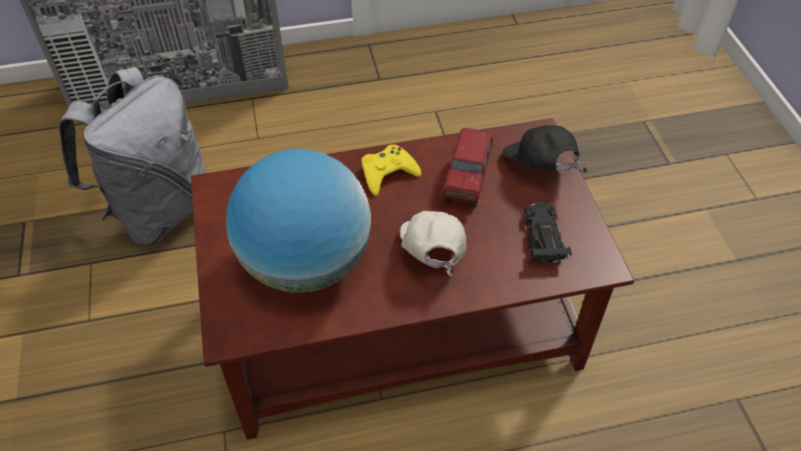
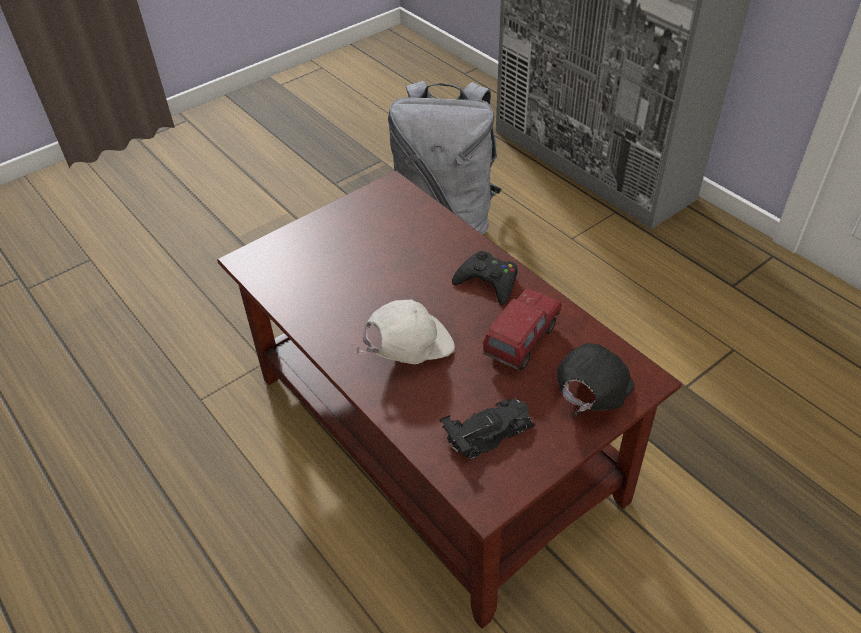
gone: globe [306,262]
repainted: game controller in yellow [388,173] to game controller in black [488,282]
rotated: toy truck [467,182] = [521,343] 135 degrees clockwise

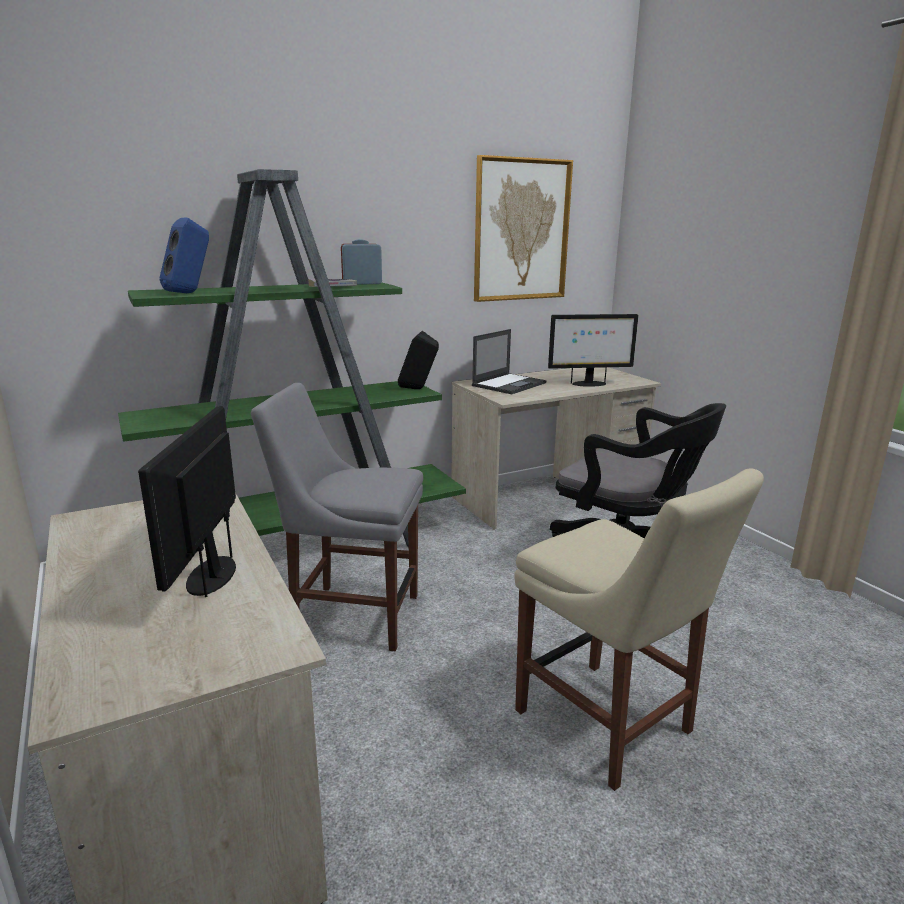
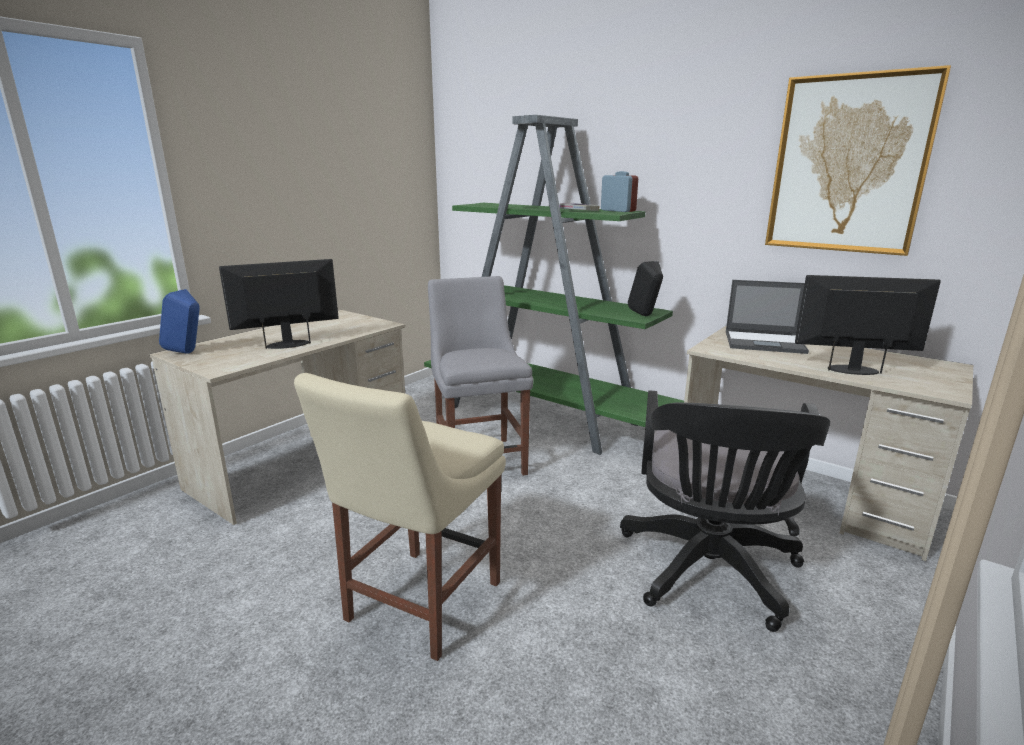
shifted: speaker in blue [190,293] to [188,353]
rotated: monitor [588,384] = [853,370] 135 degrees clockwise

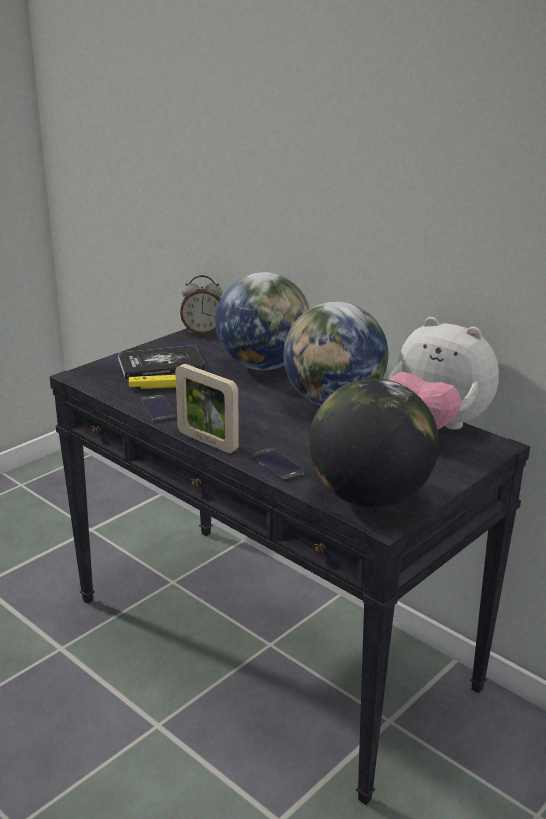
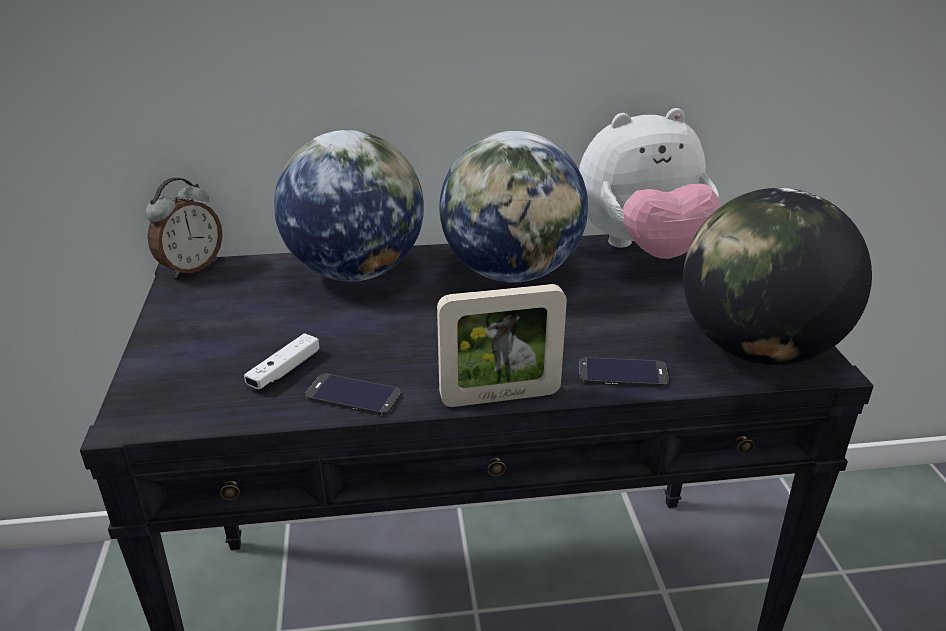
gone: book [161,364]
repainted: game controller in yellow [154,387] to game controller in white [284,370]

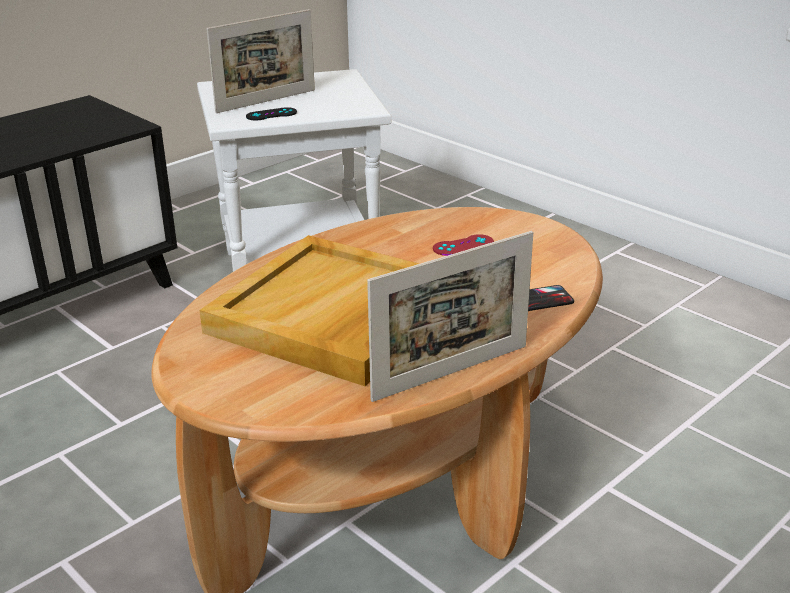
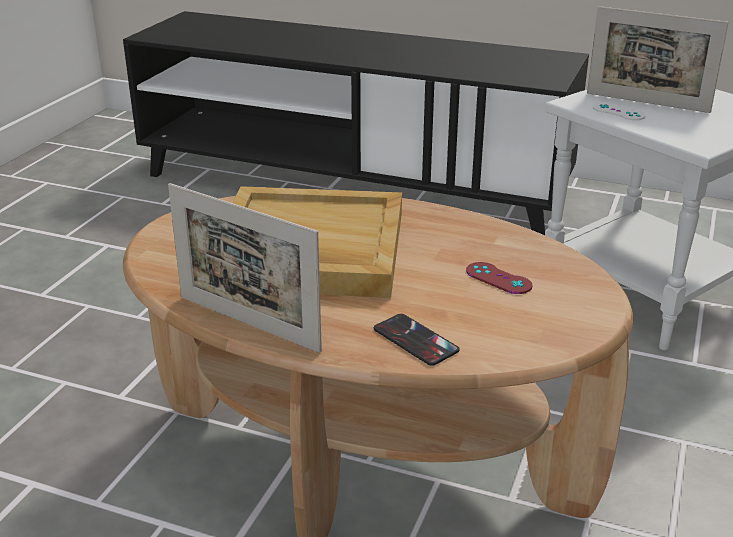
repainted: game controller in black [271,114] to game controller in white [618,112]

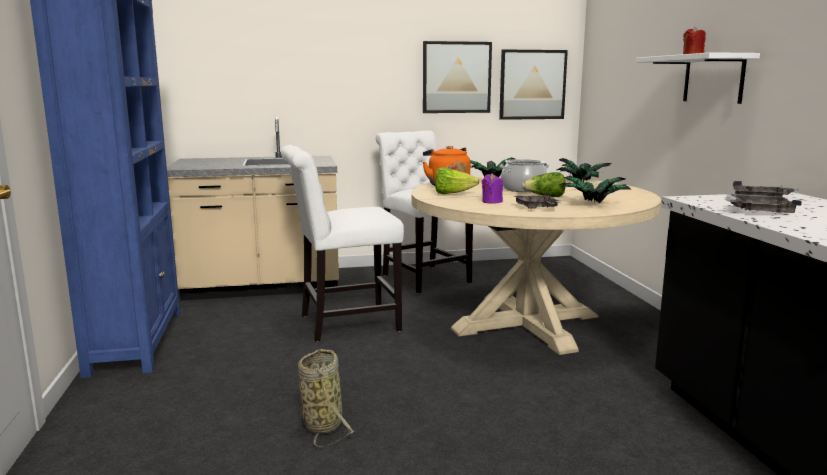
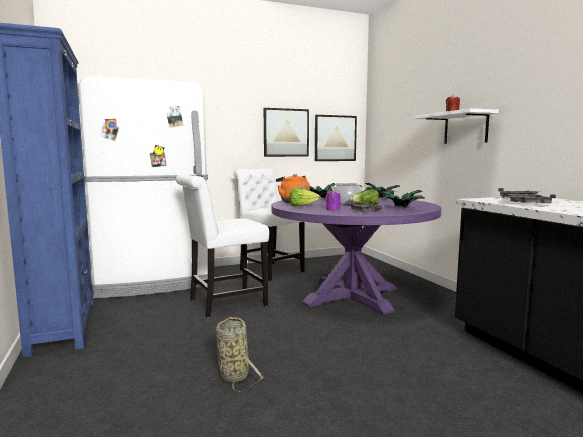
swapped: counter in beige [261,287] to fridge in white [152,282]
repainted: dining table in beige [526,323] to dining table in purple [352,296]

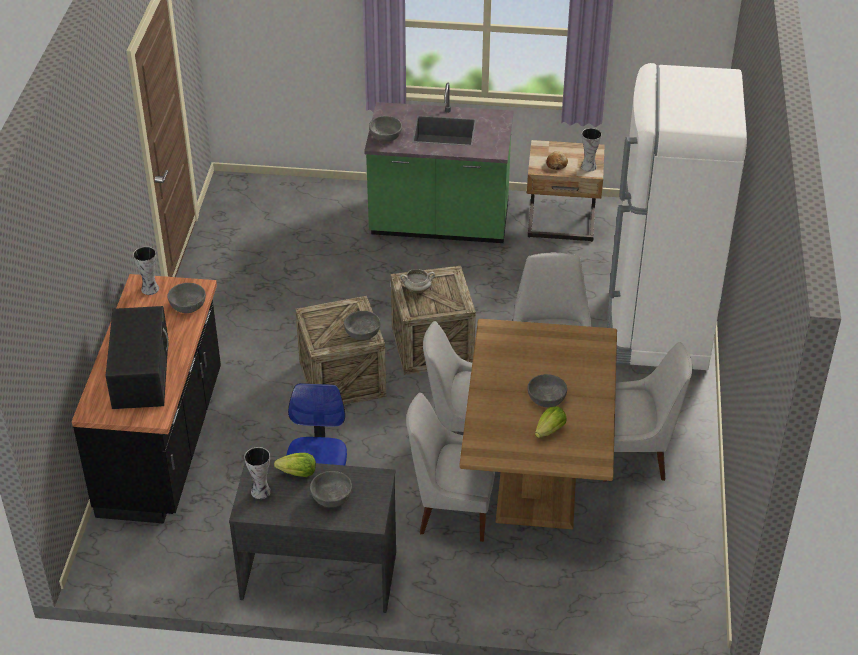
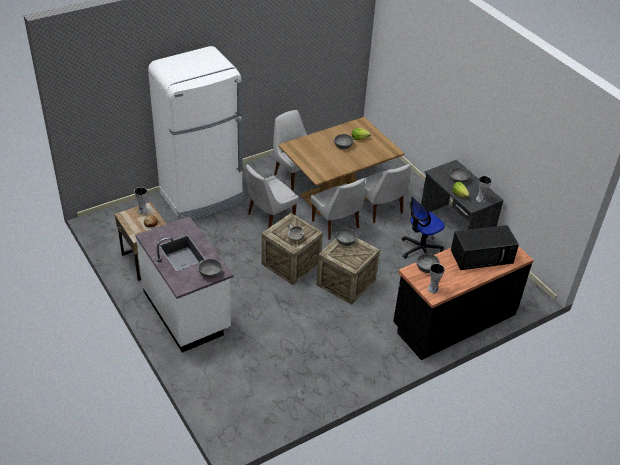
repainted: counter in green [439,223] to counter in white [187,311]
rotated: microwave in black [140,371] = [482,256] 150 degrees counterclockwise

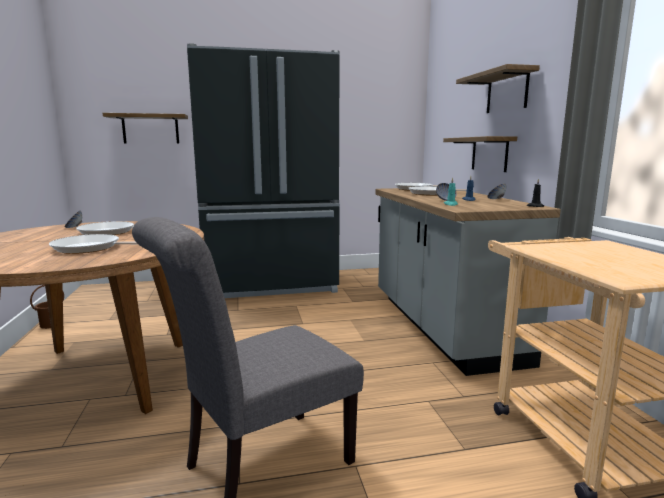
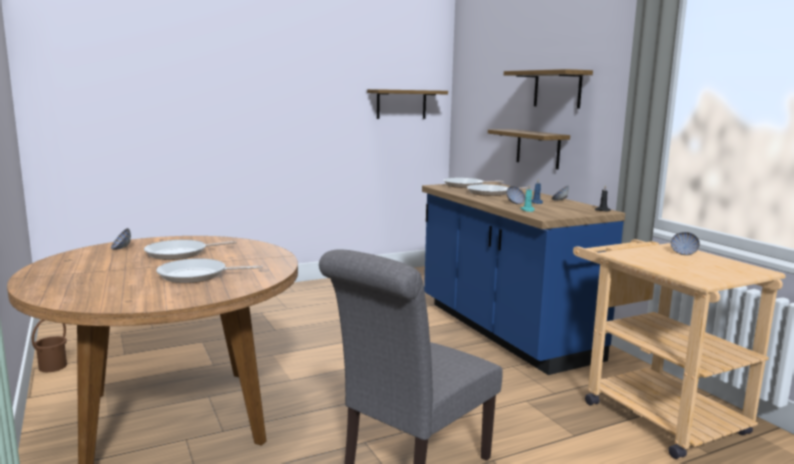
gone: fridge in black [271,285]
new: bowl [683,253]
shifted: shelf [150,129] to [401,104]
repainted: counter in grey [441,327] to counter in blue [504,331]

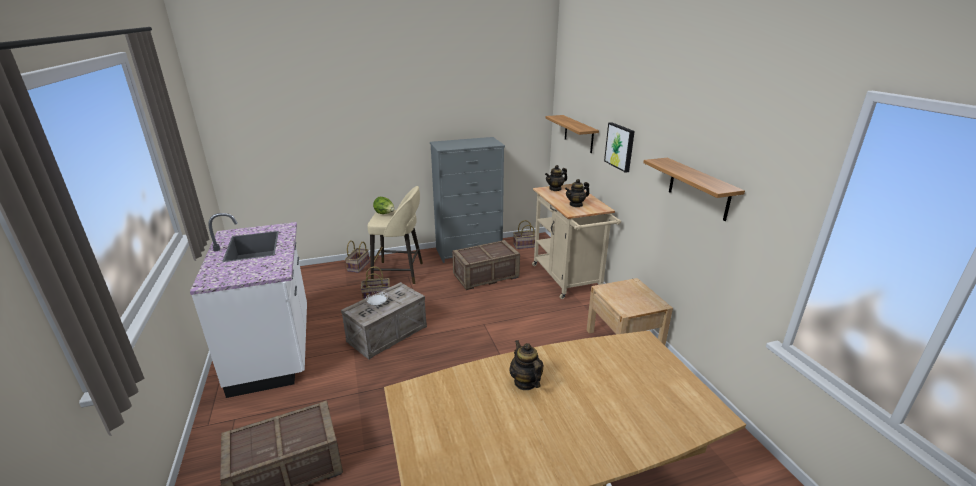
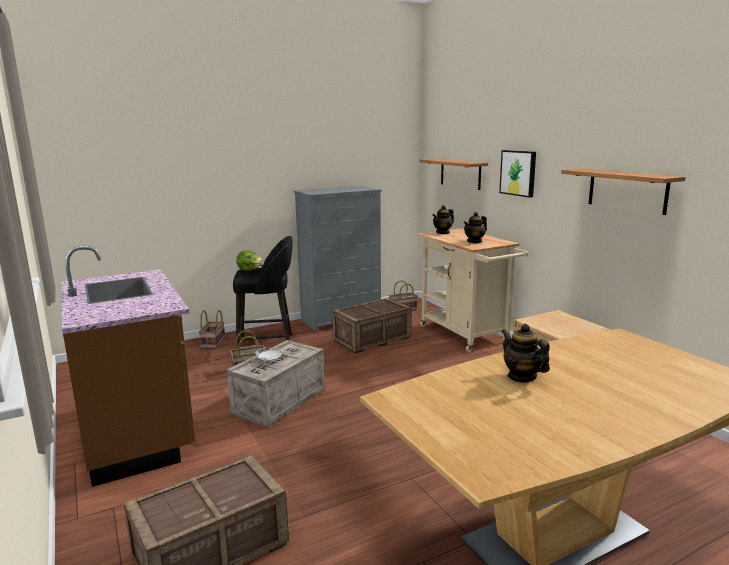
repainted: counter in white [274,350] to counter in brown [138,431]; stool in beige [399,273] to stool in black [267,344]

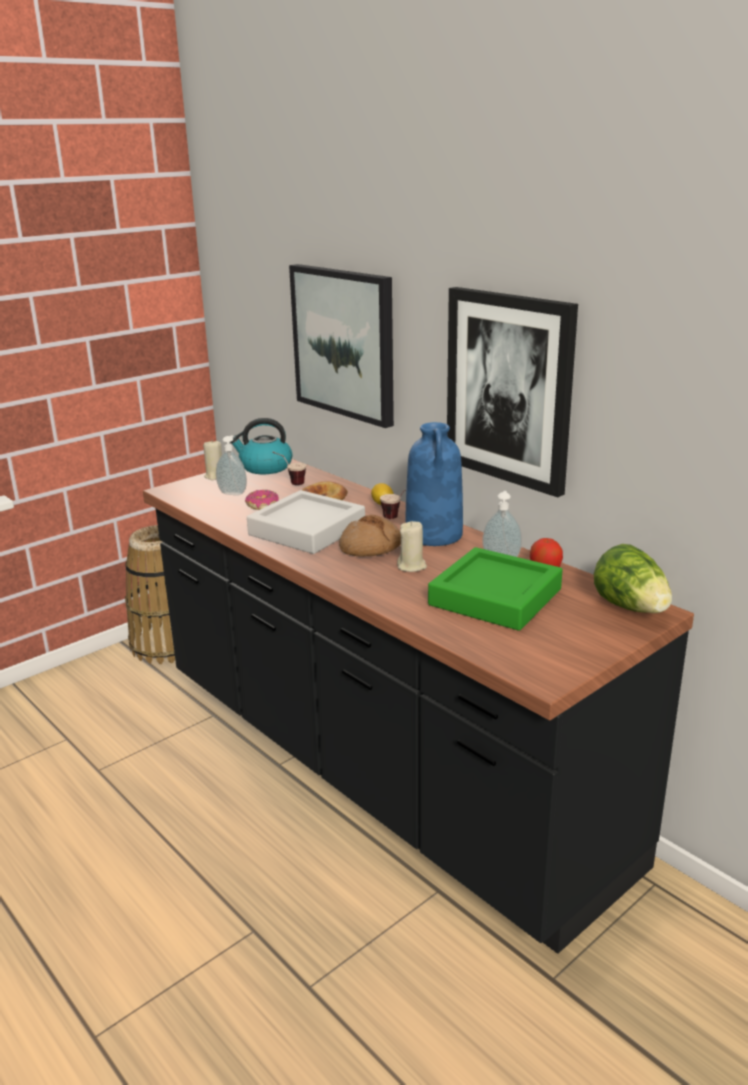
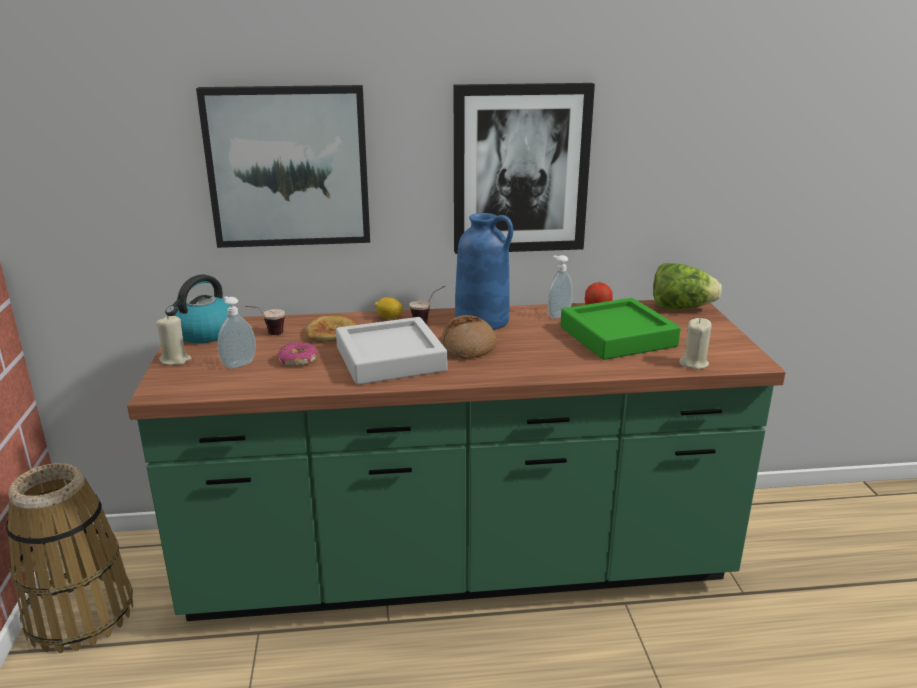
shifted: candle in beige [412,566] to [693,363]
repainted: counter in black [379,768] to counter in green [458,565]

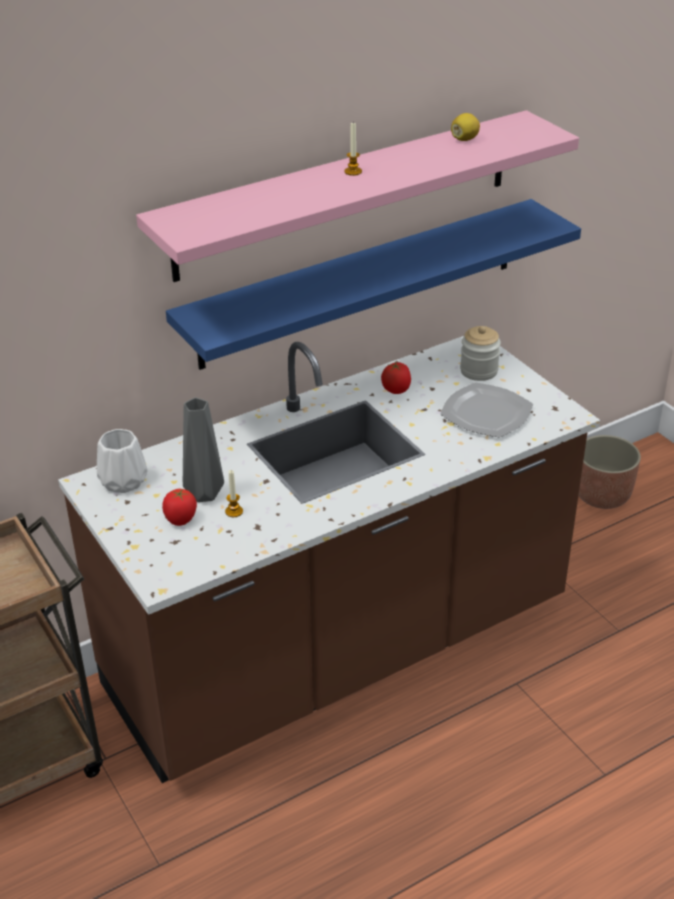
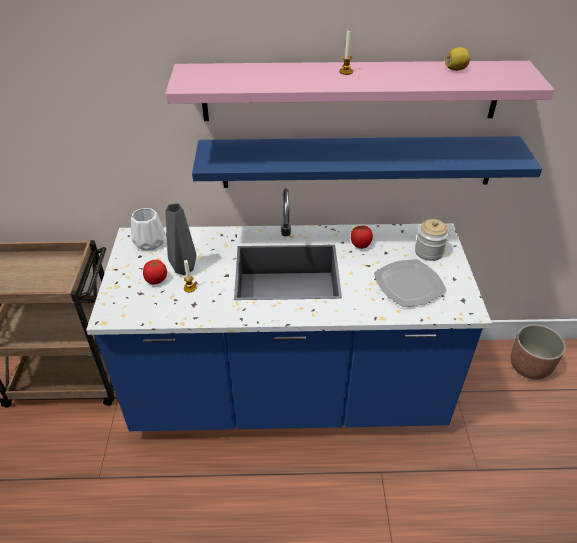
repainted: counter in brown [339,649] to counter in blue [288,394]

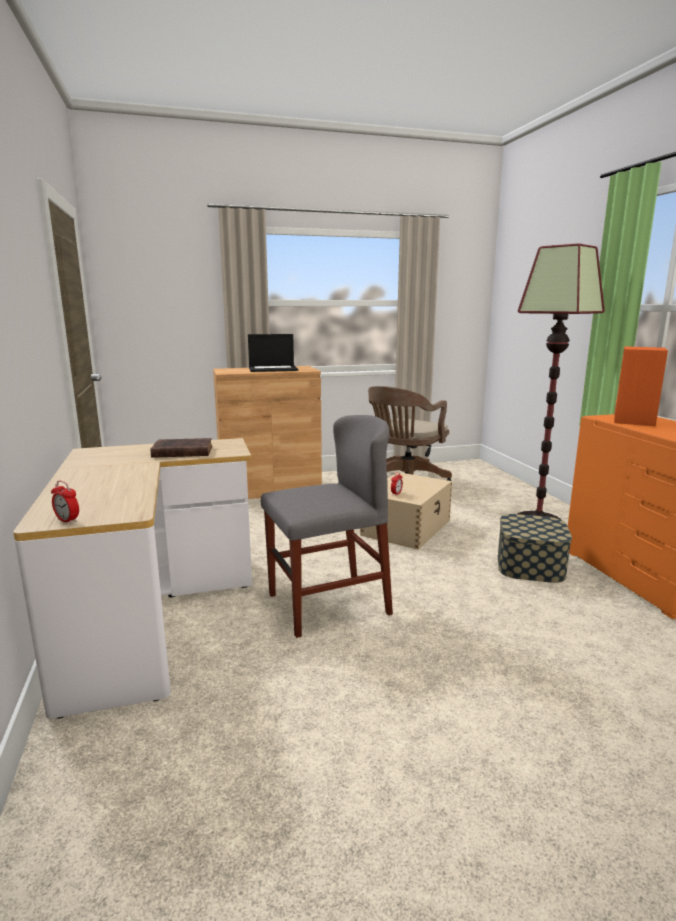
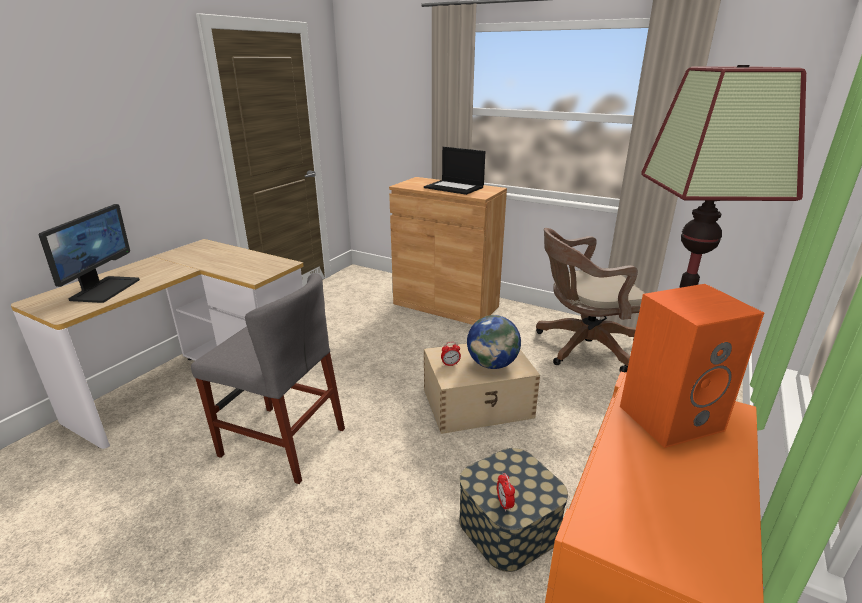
gone: book in brown [181,452]
new: monitor [105,289]; globe [492,364]
shifted: alarm clock [67,521] to [504,504]

